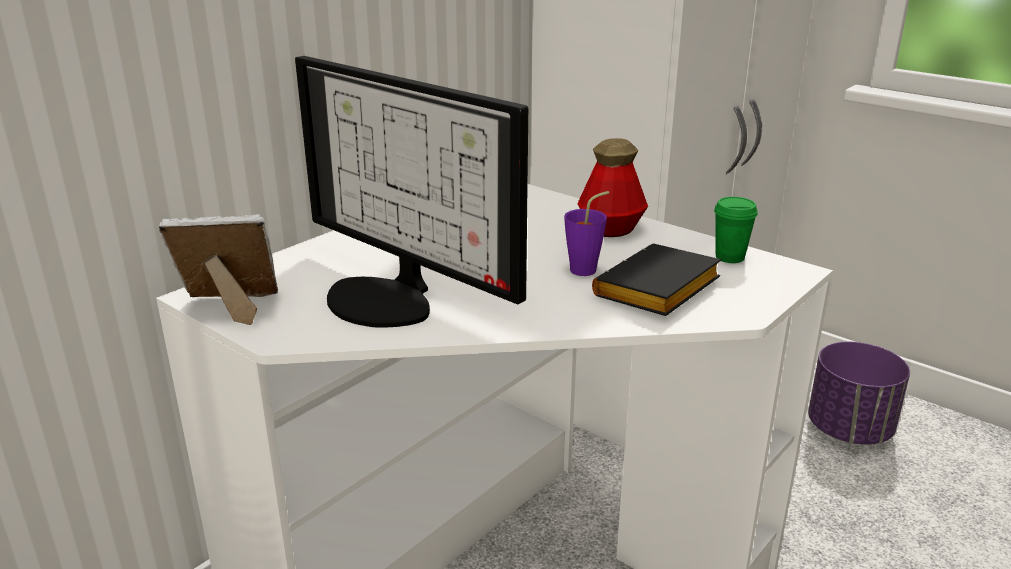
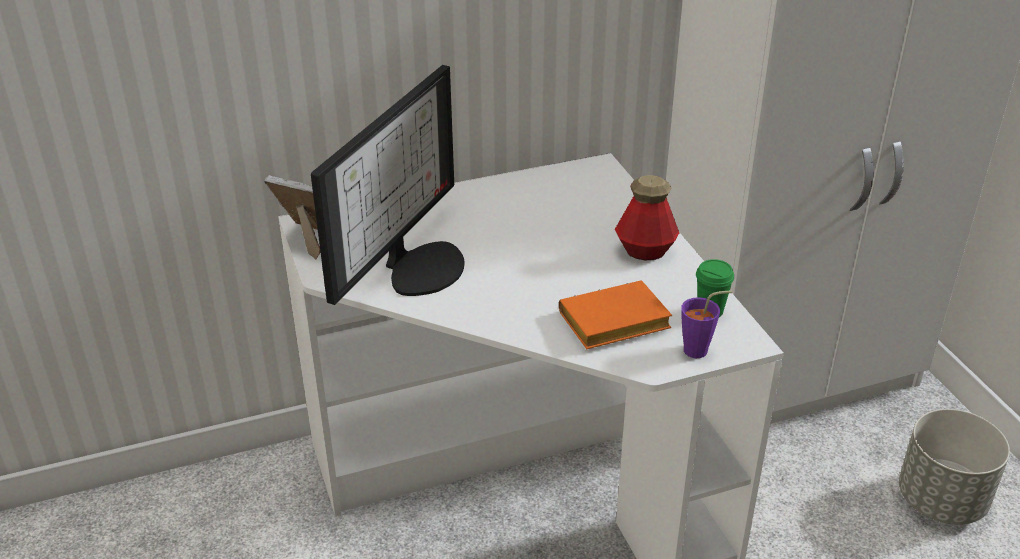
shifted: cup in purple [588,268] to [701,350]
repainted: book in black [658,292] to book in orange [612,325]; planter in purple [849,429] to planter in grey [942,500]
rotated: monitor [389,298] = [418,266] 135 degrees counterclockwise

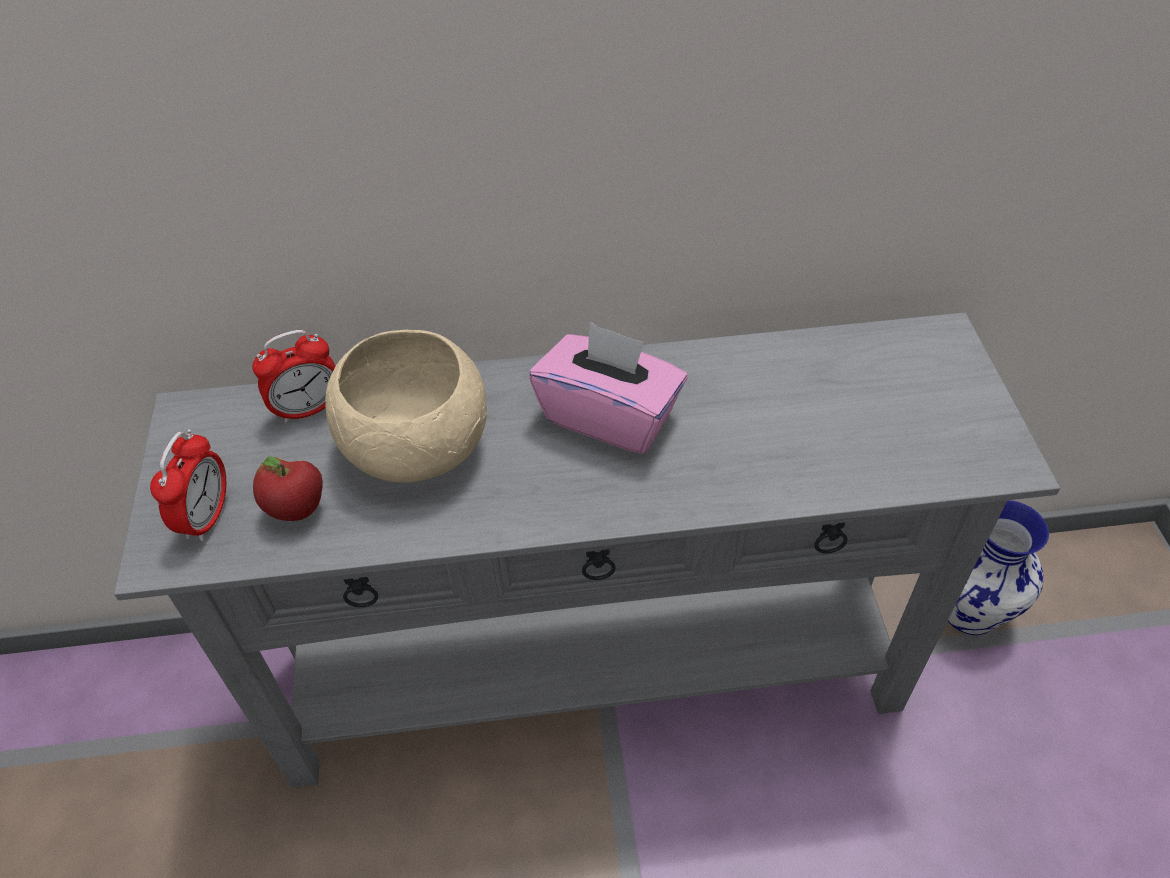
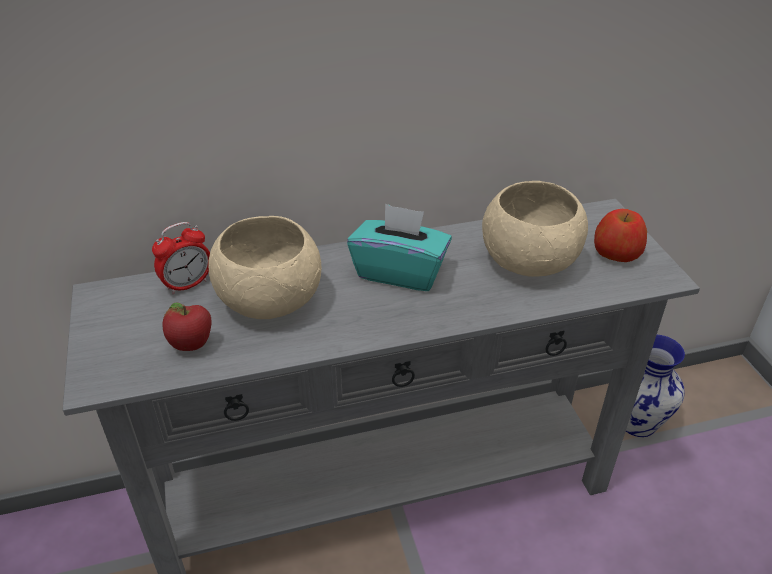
gone: alarm clock [207,517]
new: bowl in beige [528,261]; apple [616,253]
repainted: tissue box in pink [610,416] to tissue box in turquoise [400,272]

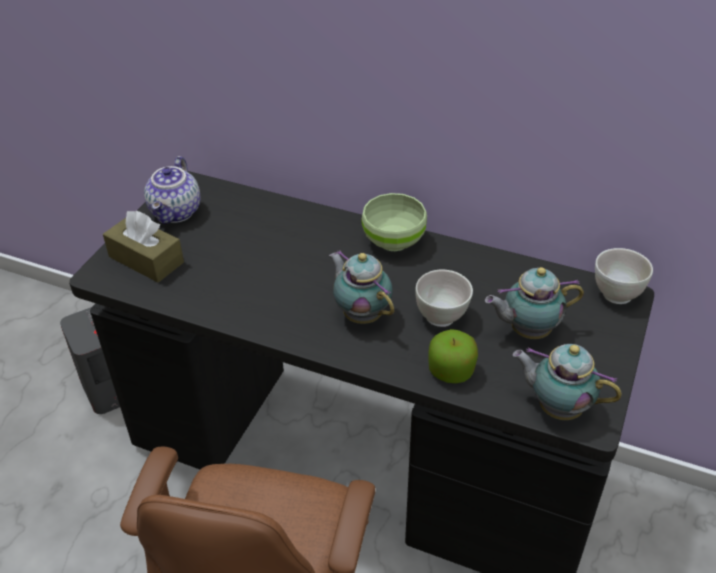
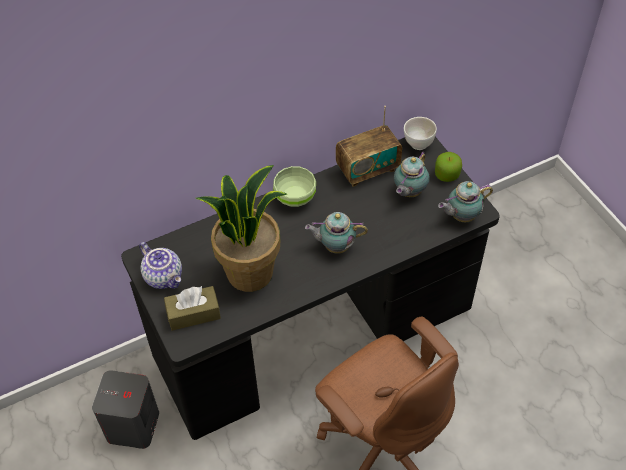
gone: bowl in white [441,317]
new: potted plant [250,272]; radio [367,169]
shifted: apple [451,371] to [447,174]

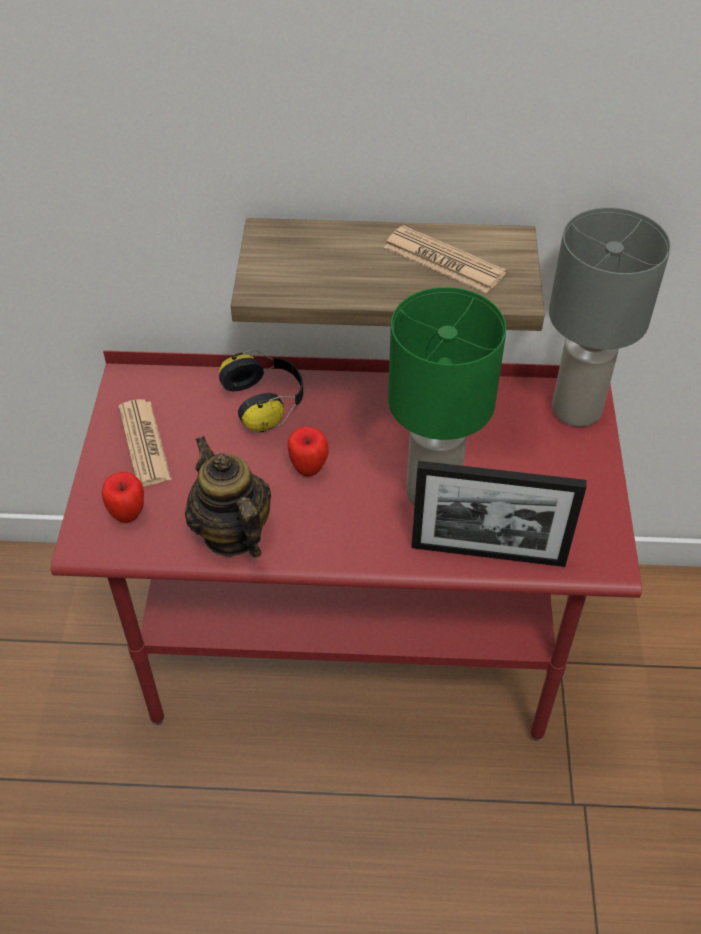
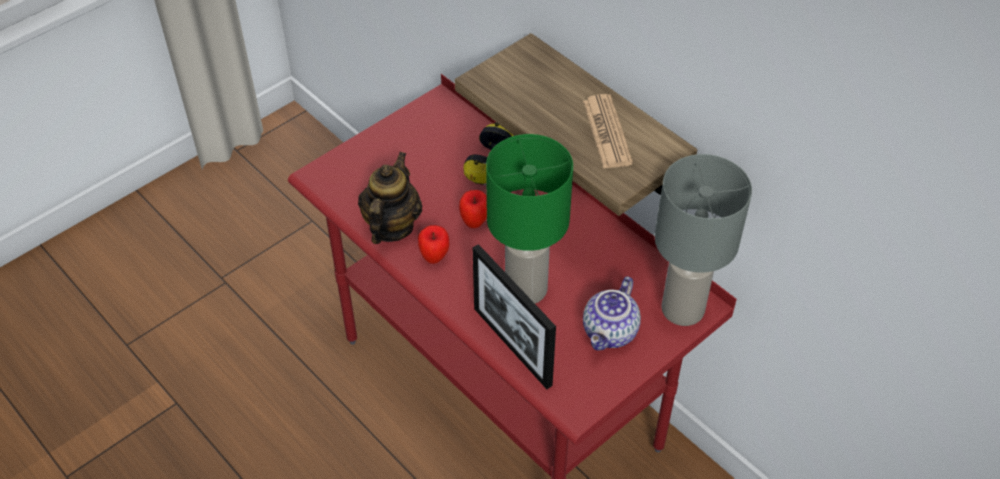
gone: newspaper [144,443]
new: teapot [611,333]
shifted: apple [128,514] to [434,258]

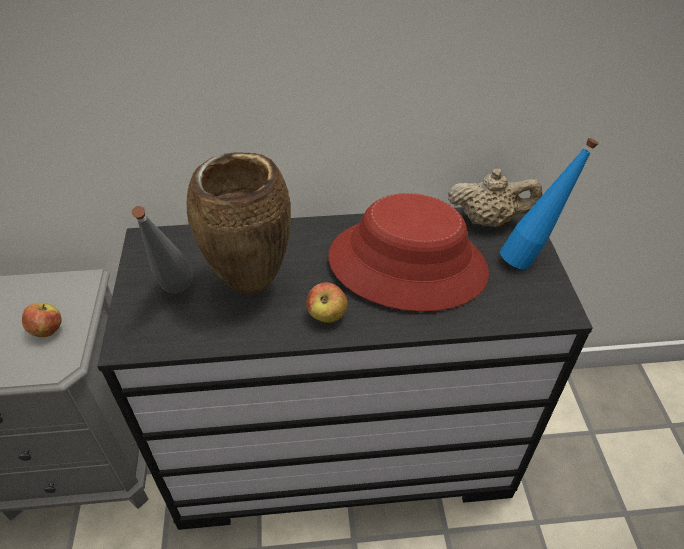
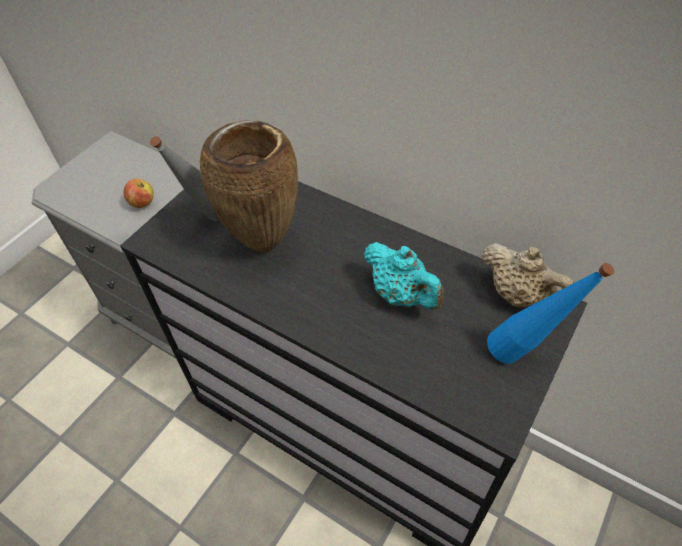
gone: apple [327,315]
swapped: hat in red [408,264] to teapot in turquoise [402,295]

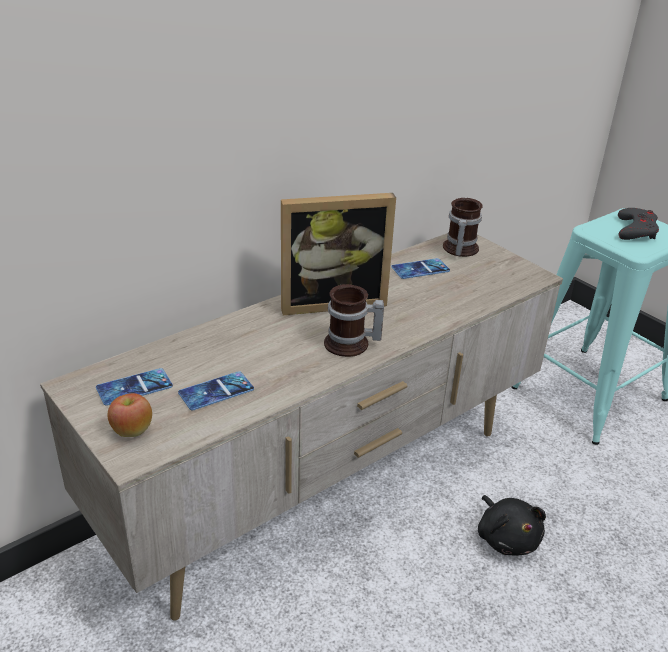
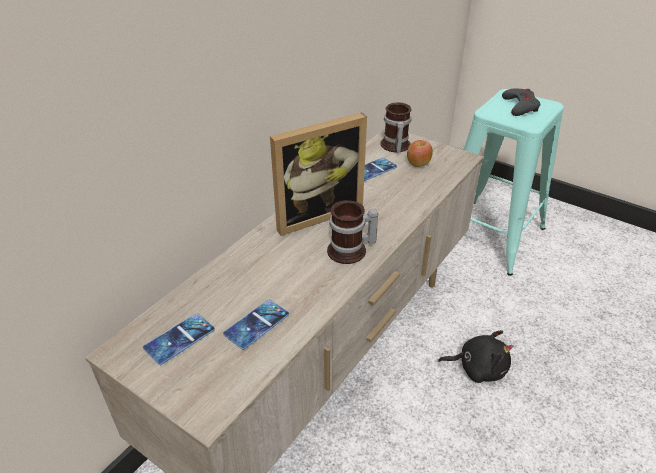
shifted: apple [132,431] to [418,164]
rotated: plush toy in black [506,537] = [478,368] 45 degrees counterclockwise

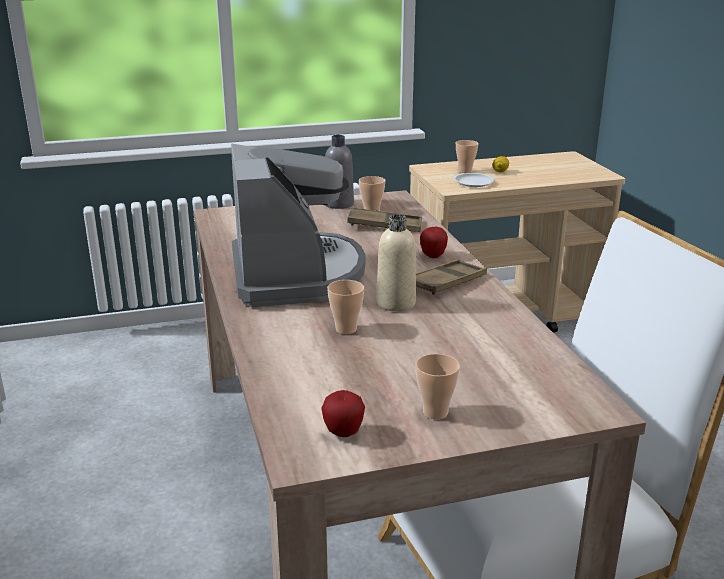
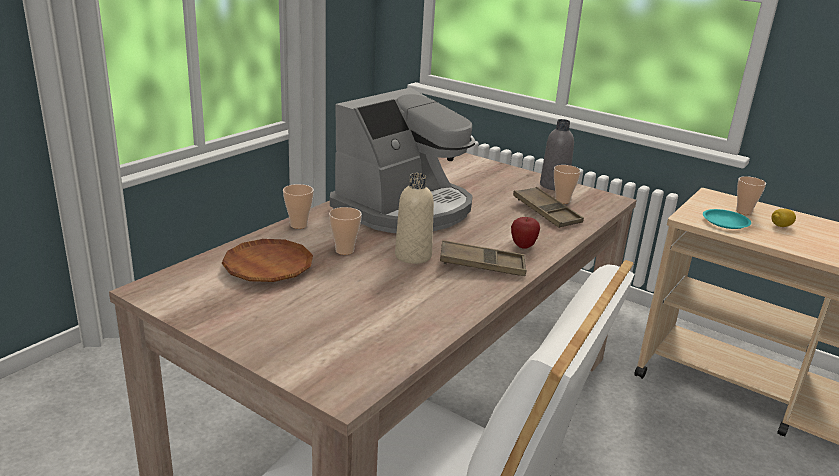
gone: apple [343,433]
new: plate in brown [268,266]
shifted: cup [435,412] to [298,225]
repainted: plate in white [474,182] to plate in turquoise [726,222]

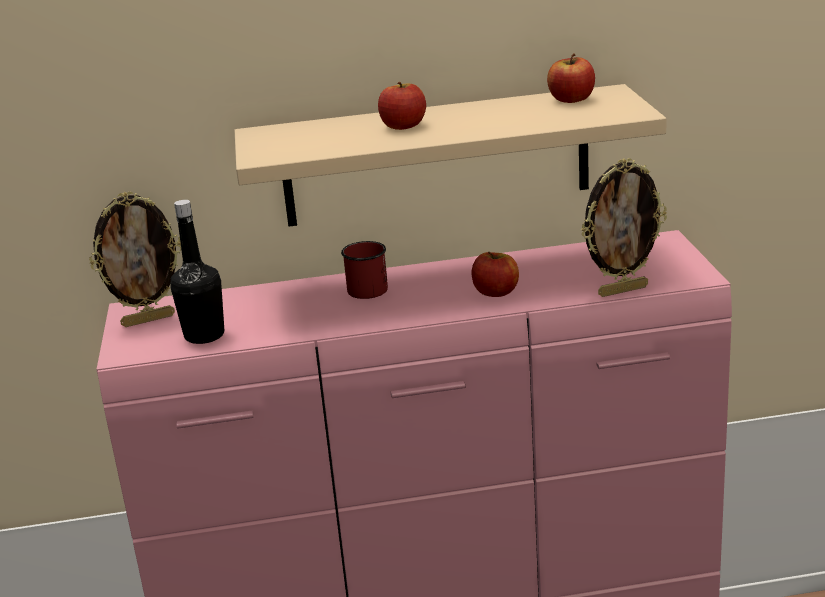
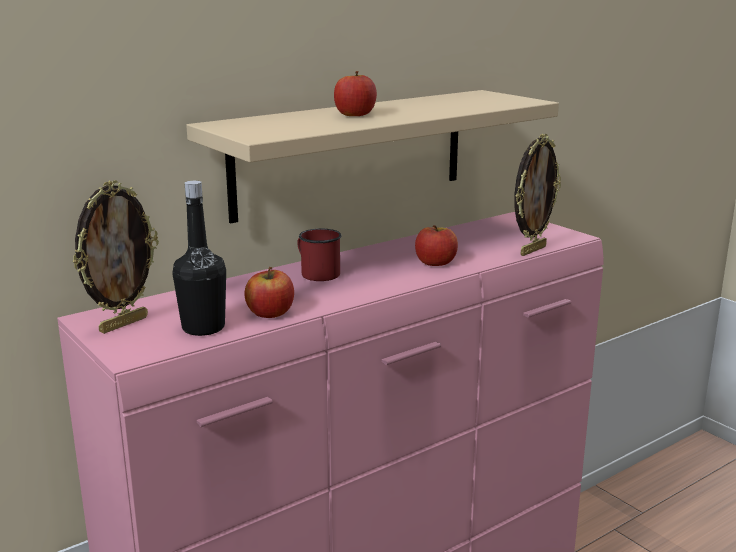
shifted: apple [571,100] to [270,313]

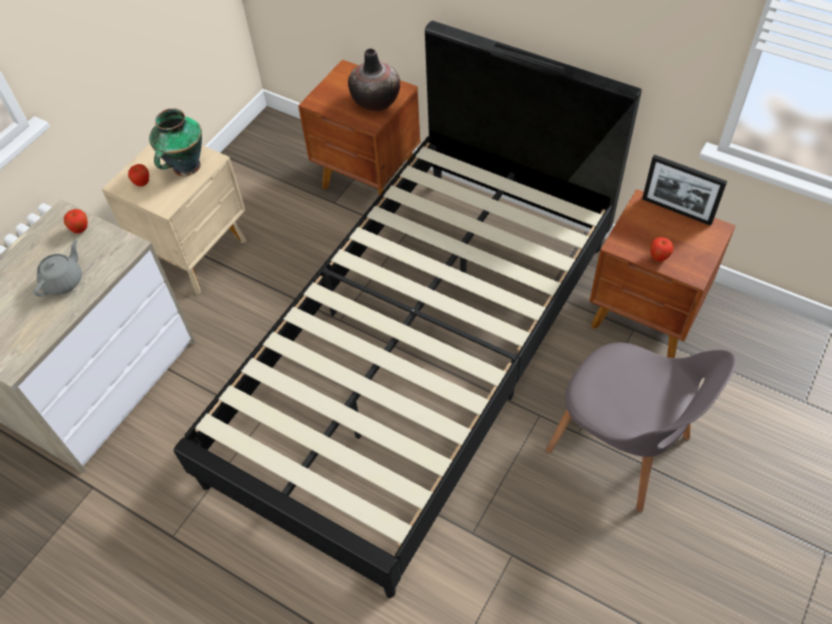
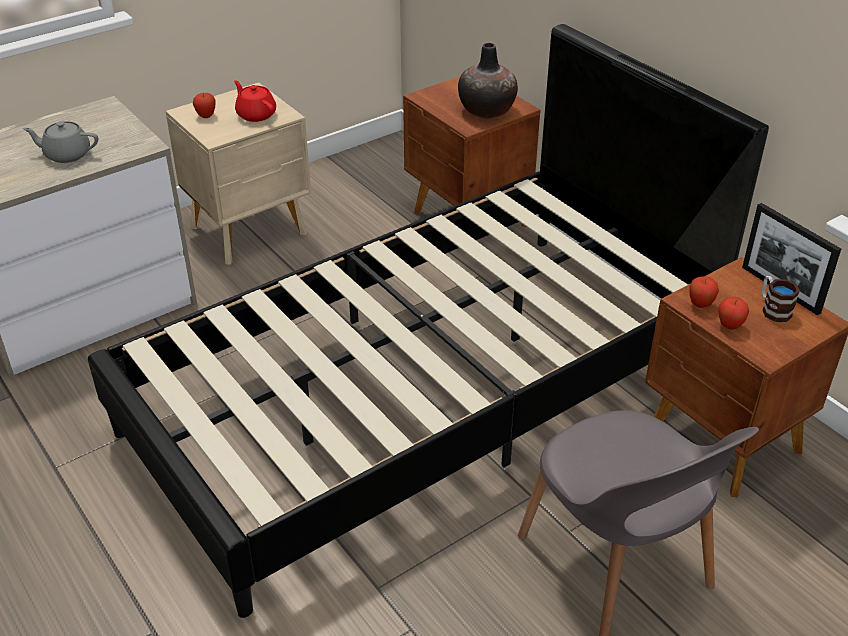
new: mug [773,309]
shifted: apple [80,230] to [700,305]
swapped: vase [185,167] to teapot in red [256,114]
rotated: teapot in grey [64,281] = [67,154] 135 degrees counterclockwise

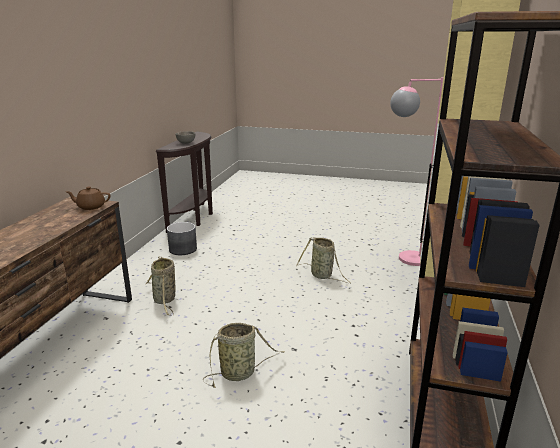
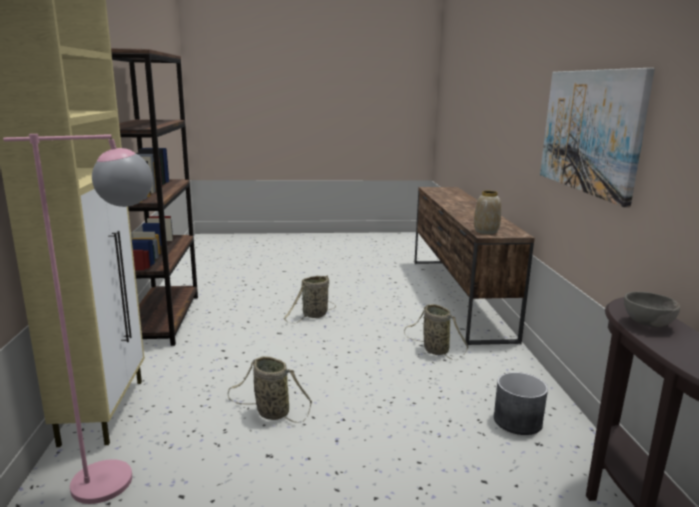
new: picture [590,131]
swapped: teapot in brown [90,207] to vase [486,231]

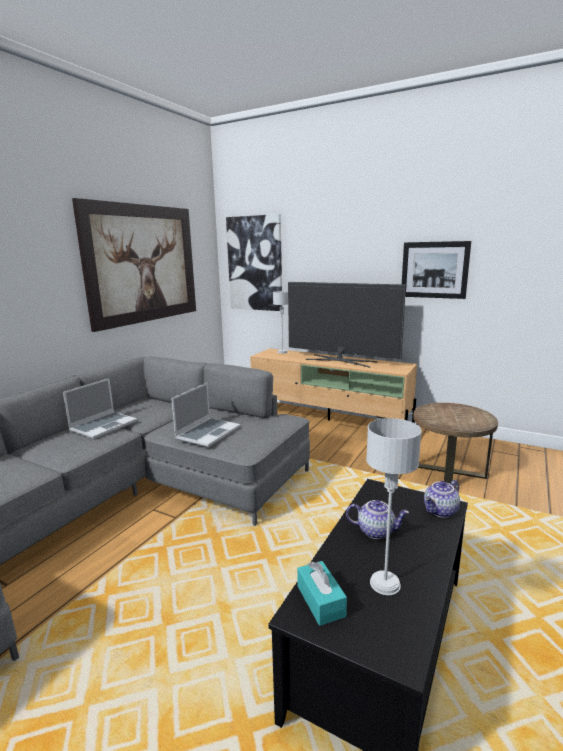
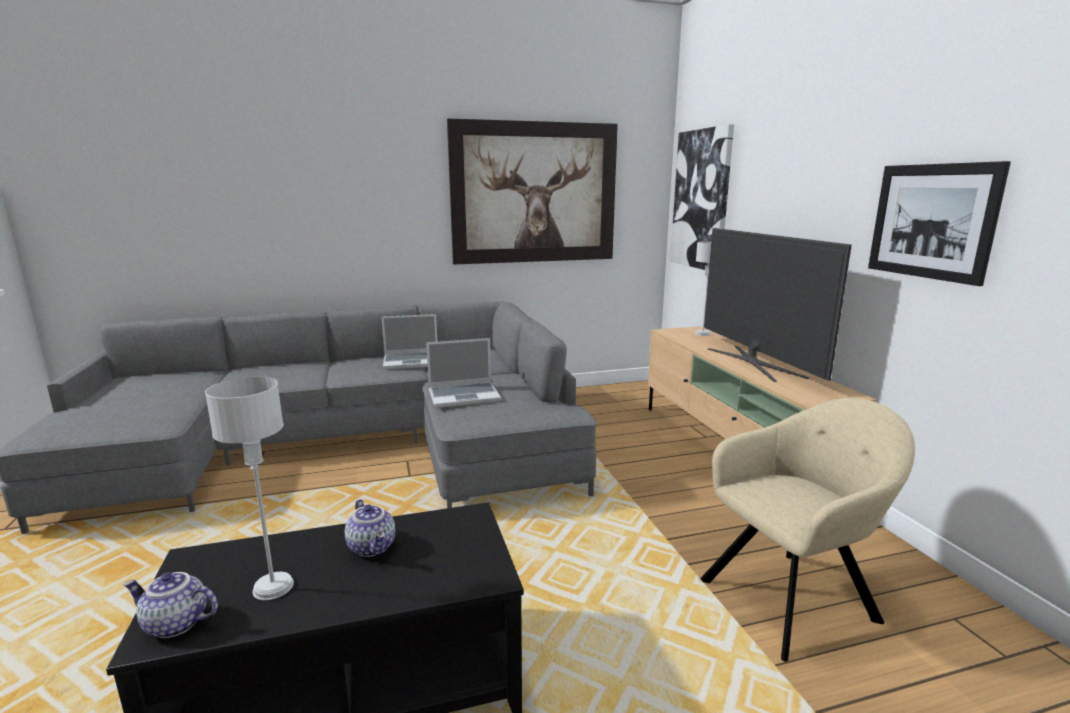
gone: tissue box in turquoise [320,601]
shifted: teapot [441,511] to [174,624]
swapped: side table in brown [449,471] to armchair in beige [793,598]

